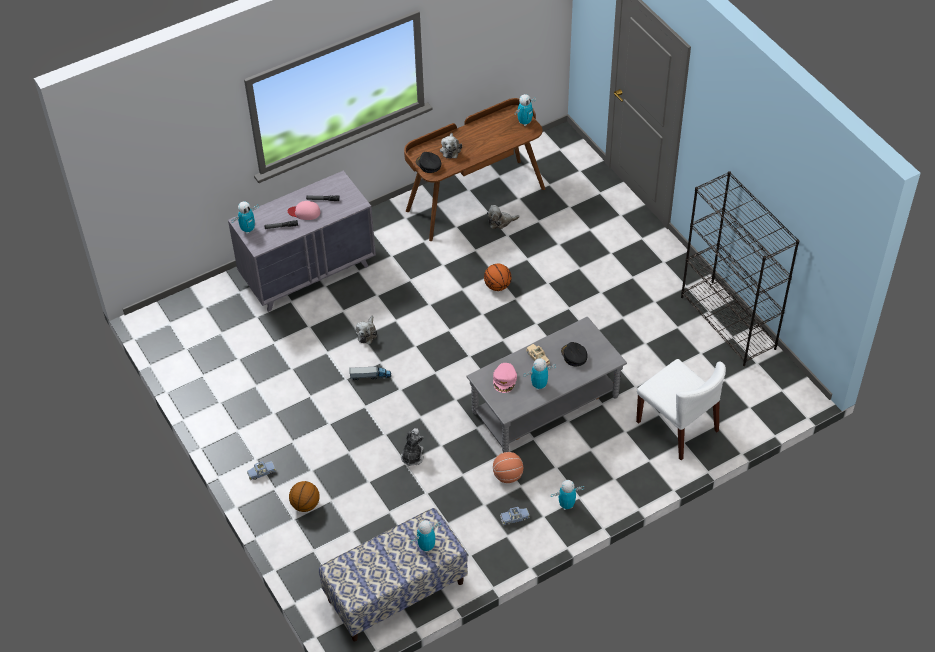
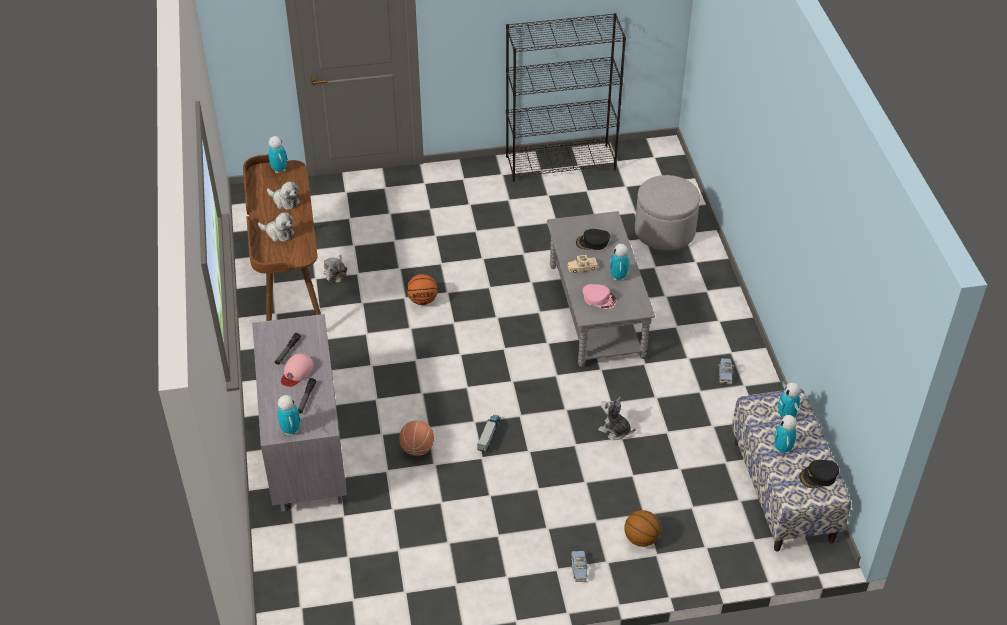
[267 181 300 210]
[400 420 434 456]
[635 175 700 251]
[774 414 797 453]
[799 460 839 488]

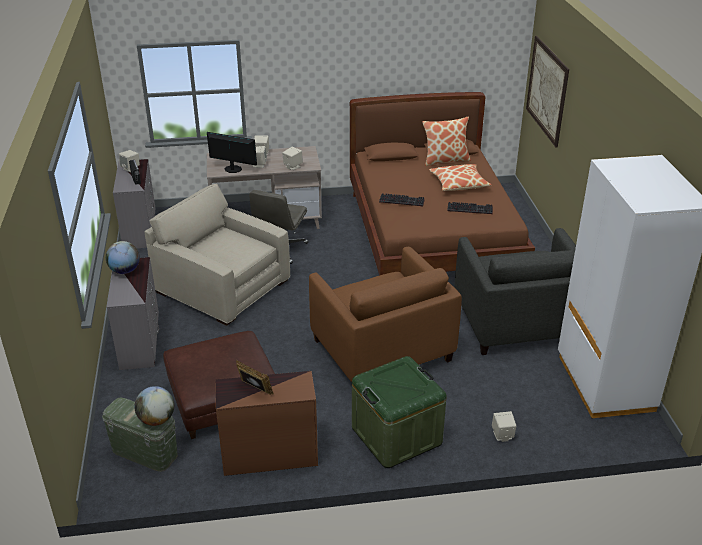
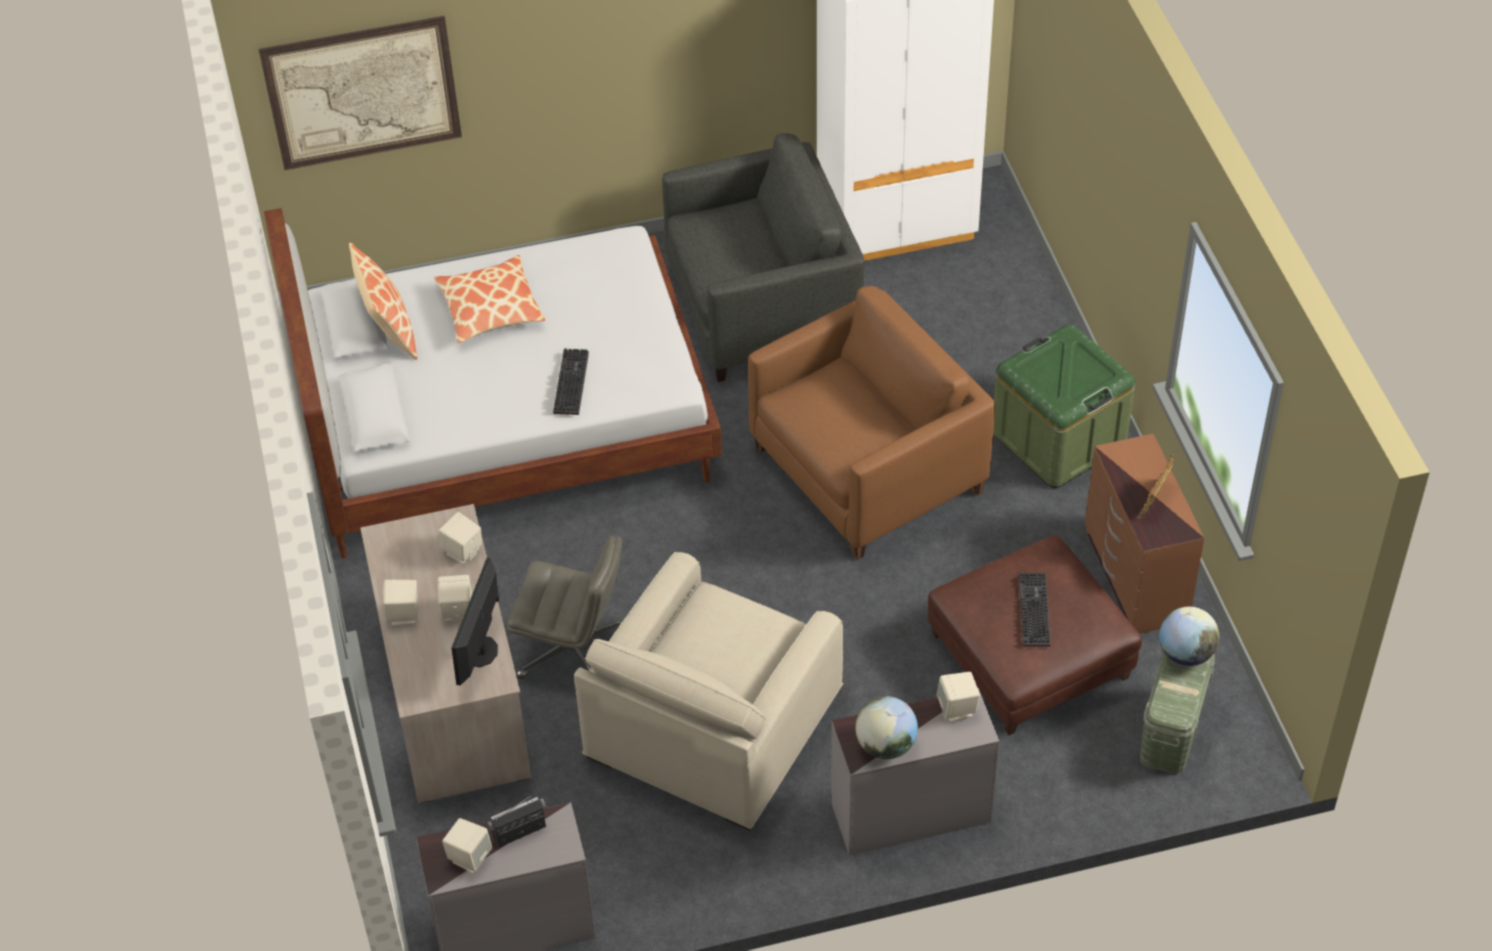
[264 208 722 559]
[937 672 980 722]
[1019 572 1051 647]

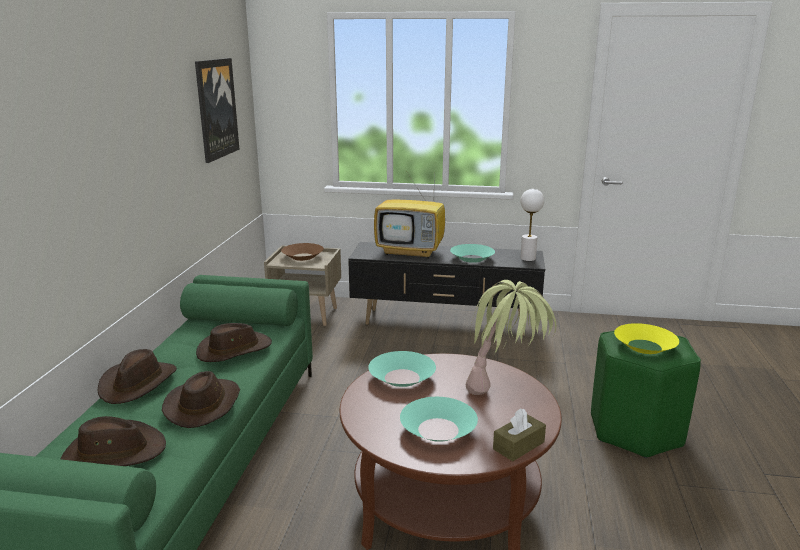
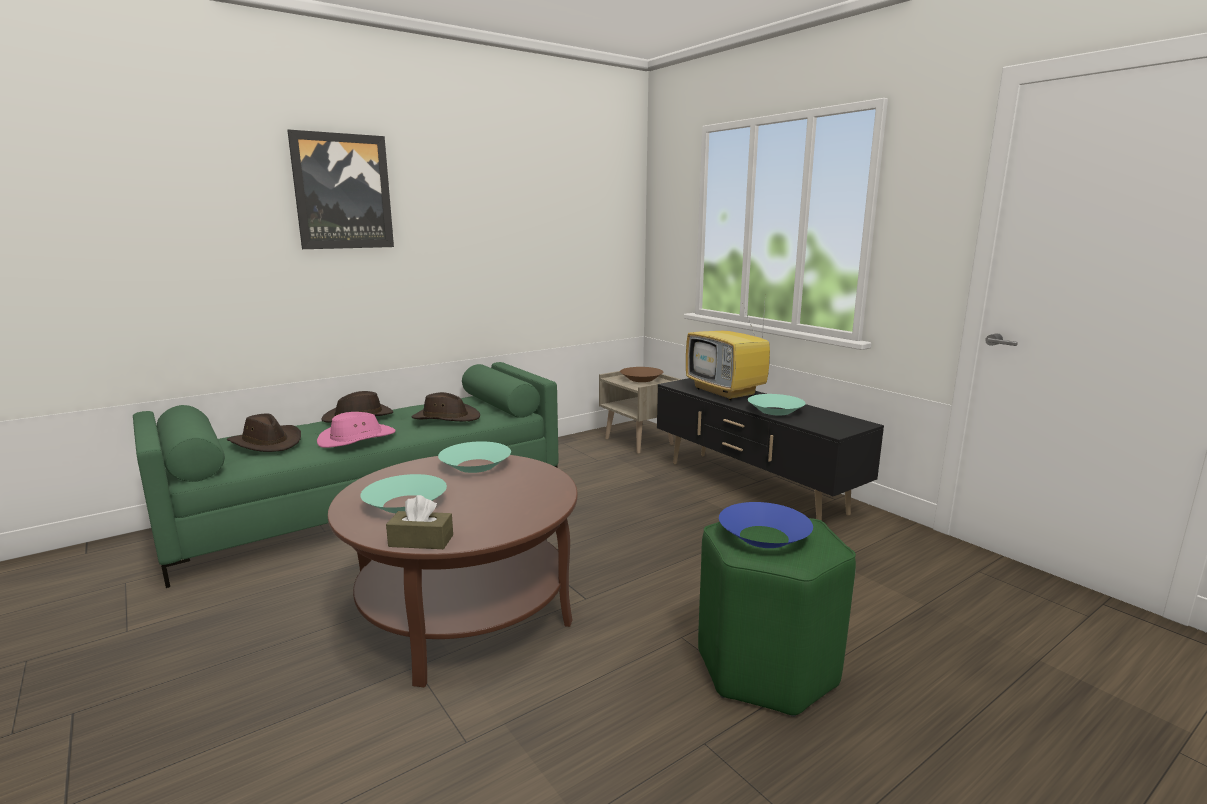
[287 129 394 249]
[317 412 395 448]
[719 502 813 548]
[465 280 556 395] (first image)
[520 189 544 261] (first image)

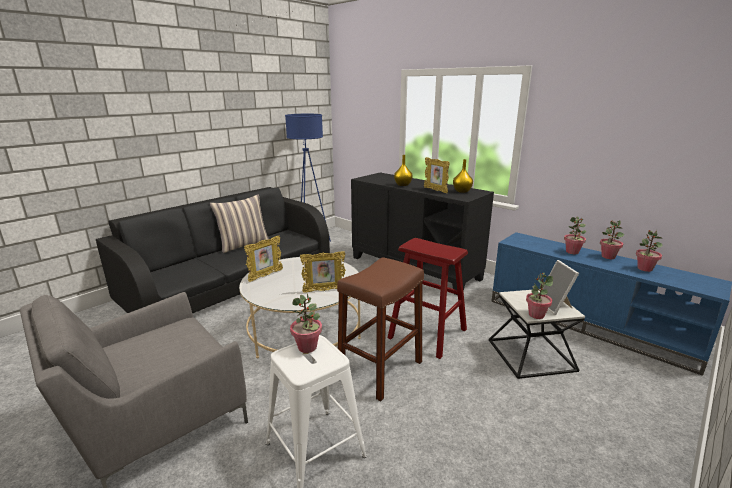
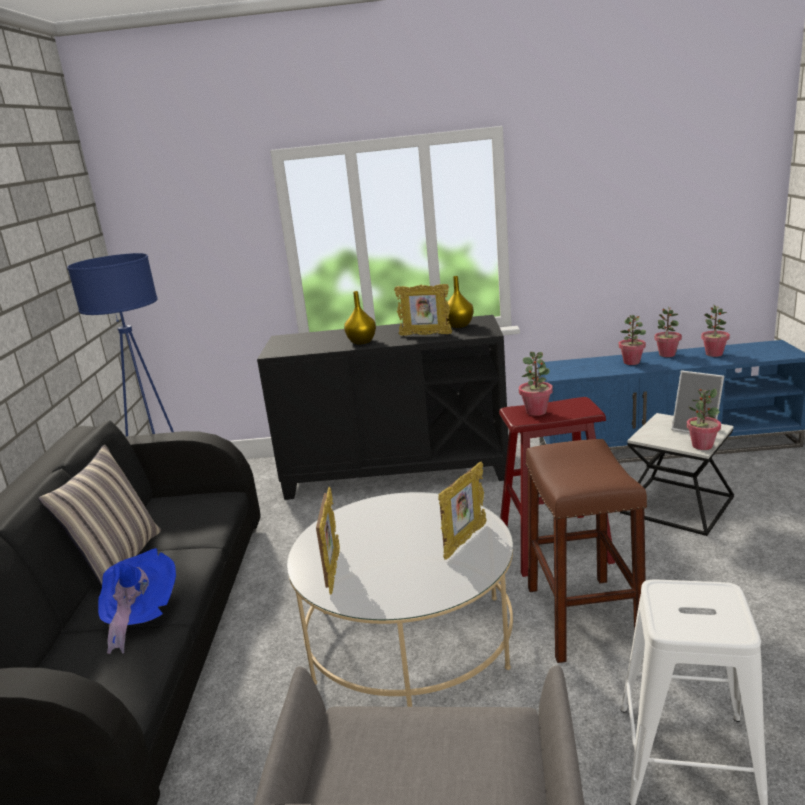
[98 548 176 654]
[519 352 553 416]

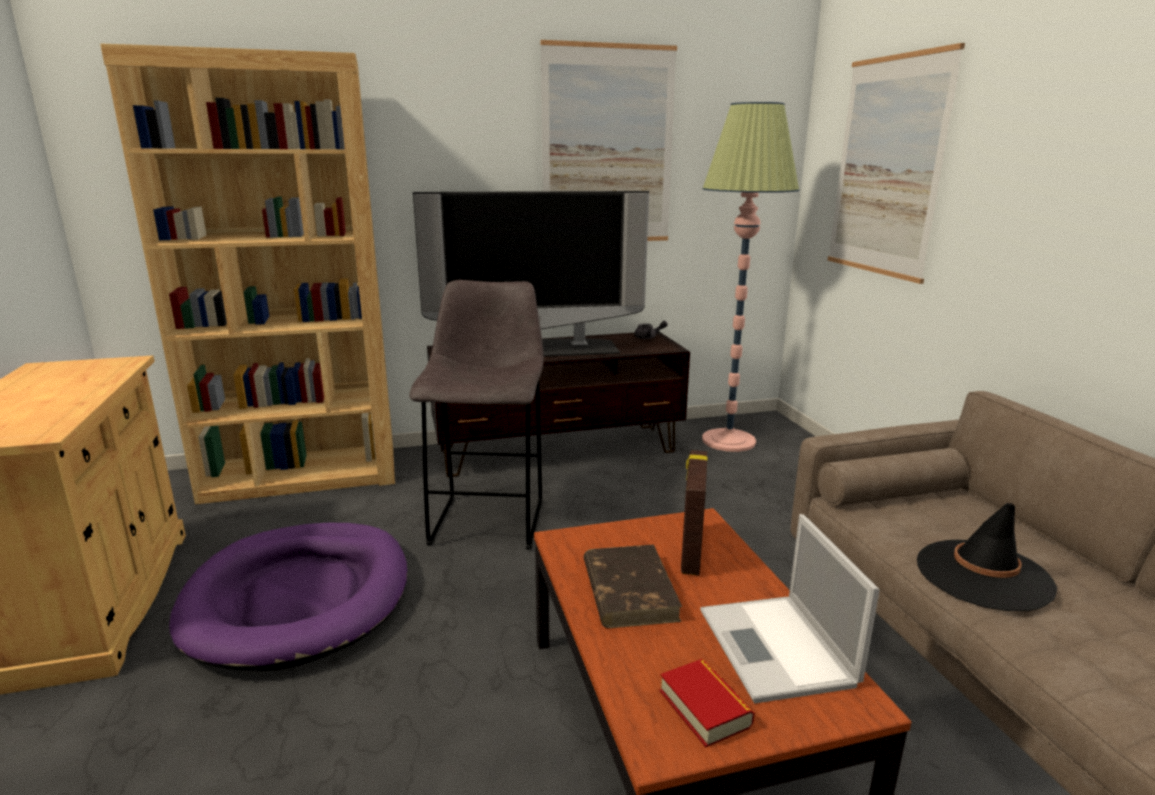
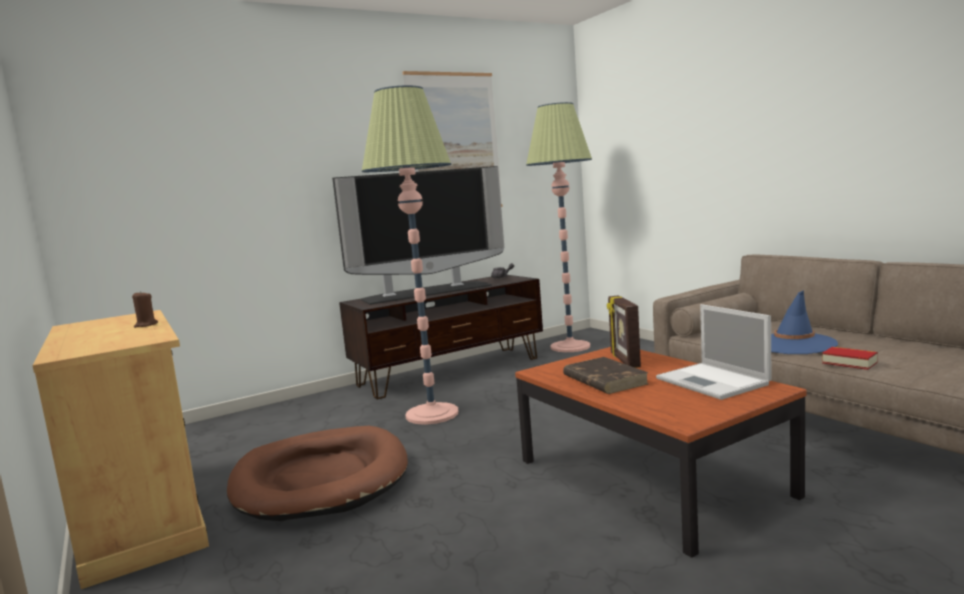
[132 291 158 328]
[227 426 408 521]
[362 85 458 425]
[771 290 838 354]
[822 347 878 370]
[100 43 395 504] (first image)
[828 43 965 284] (first image)

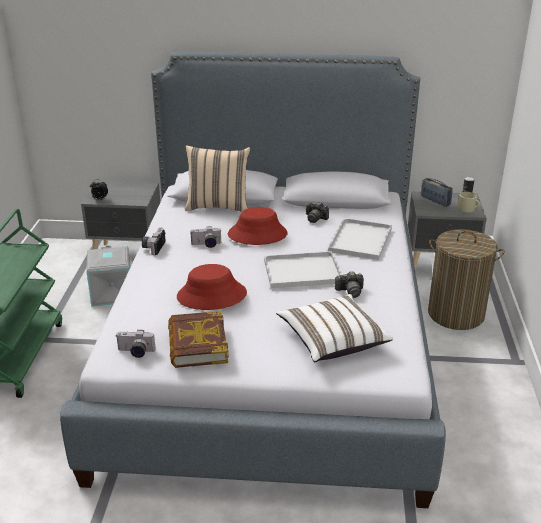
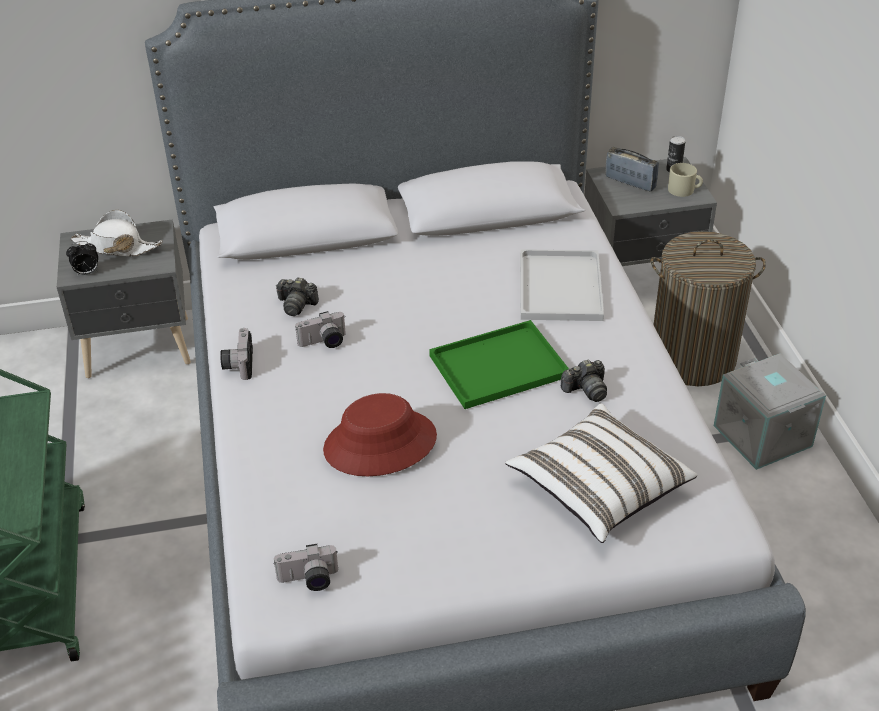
[71 210 163 256]
[276 277 319 316]
[429 320 569 409]
[714 354 826 470]
[168 311 229 368] (first image)
[185 146 250 212] (first image)
[228 207 288 245] (first image)

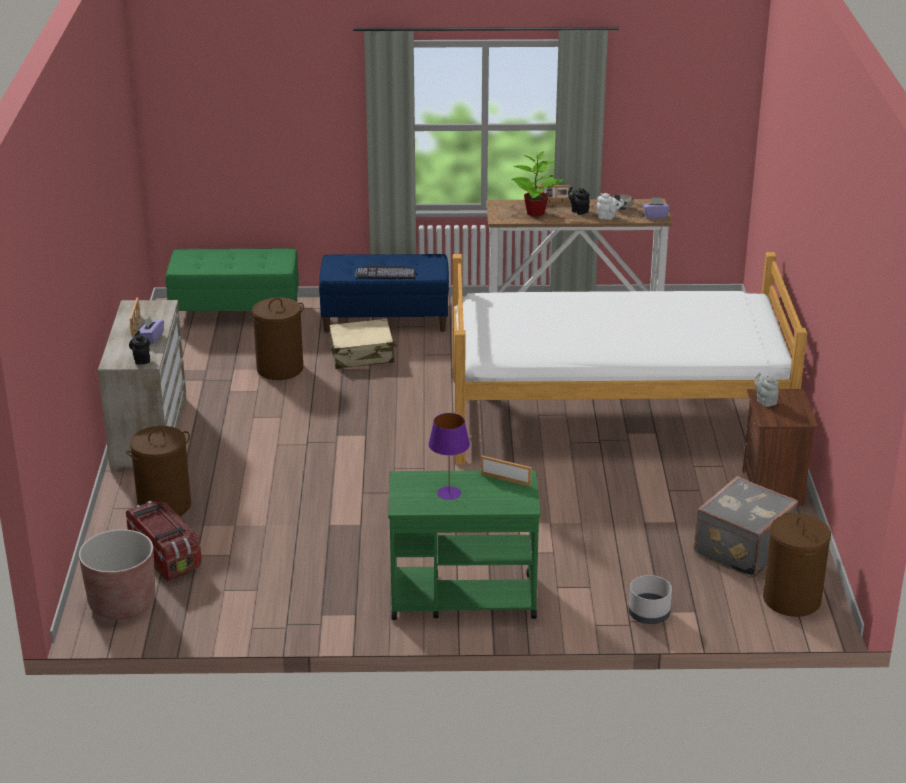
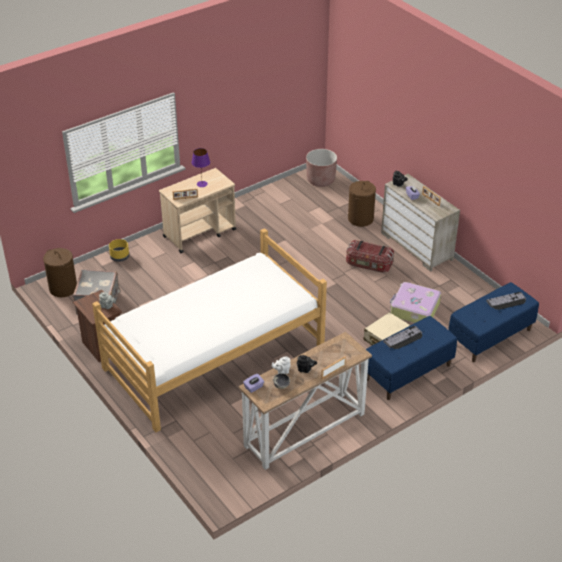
[109 239 129 262]
[159 168 236 253]
[346 240 394 273]
[390 282 441 323]
[448 282 539 362]
[486 292 526 310]
[512 151 565 217] (first image)

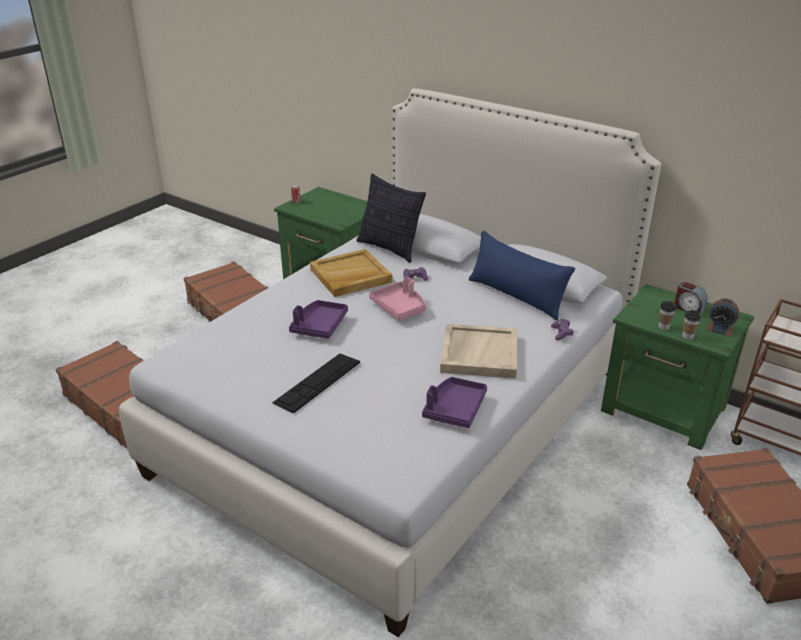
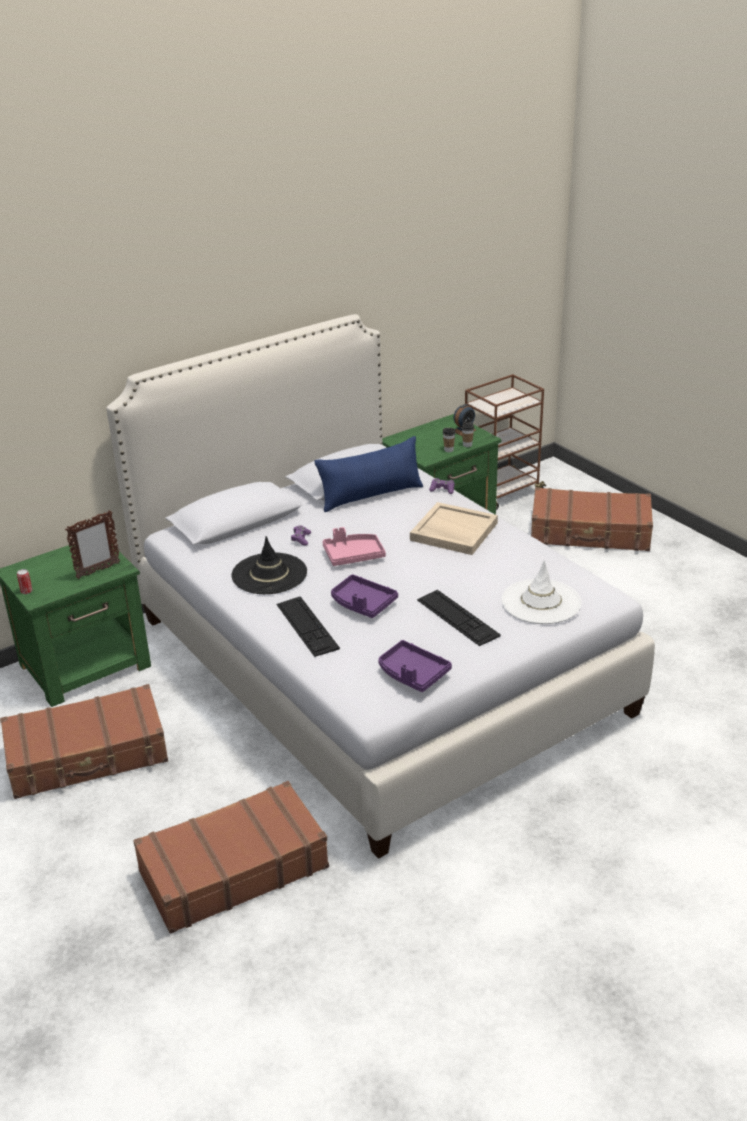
[65 510 121 579]
[232 536 307 594]
[277 596 340 657]
[378 640 452 692]
[501 560 582 624]
[357 173 426 263] (first image)
[674 282 707 314] (first image)

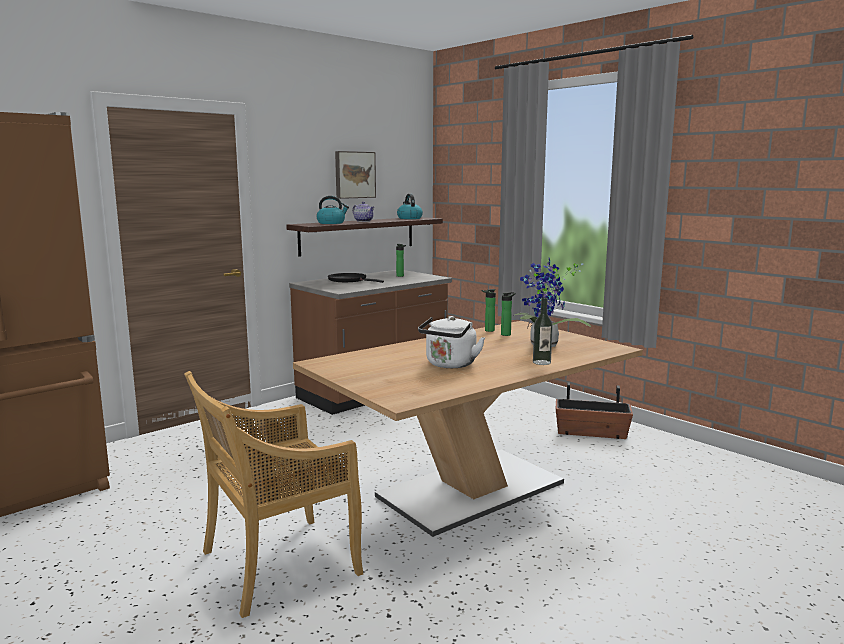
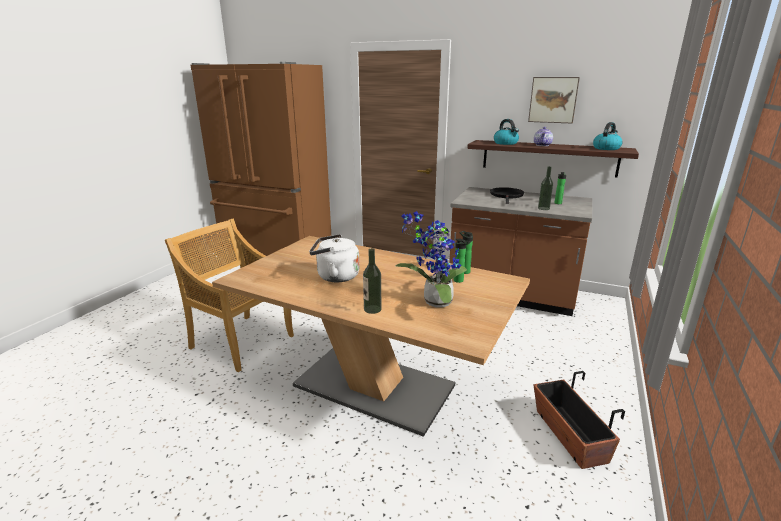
[538 166 553 210]

